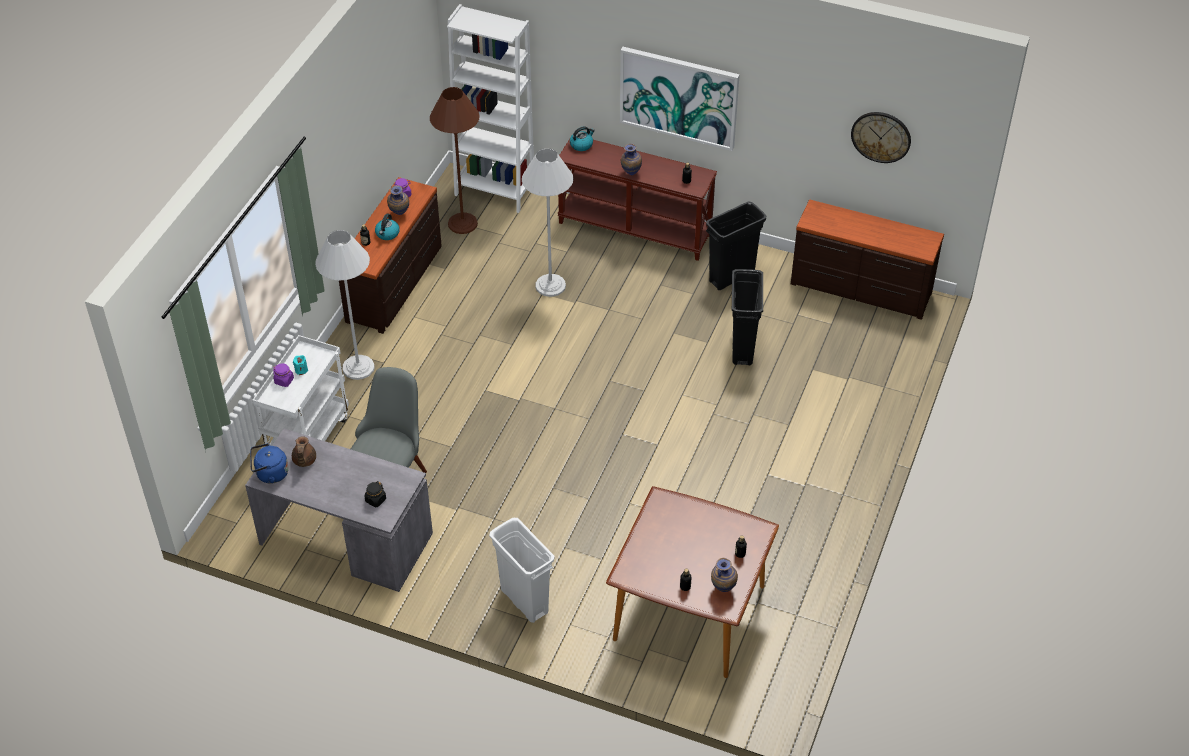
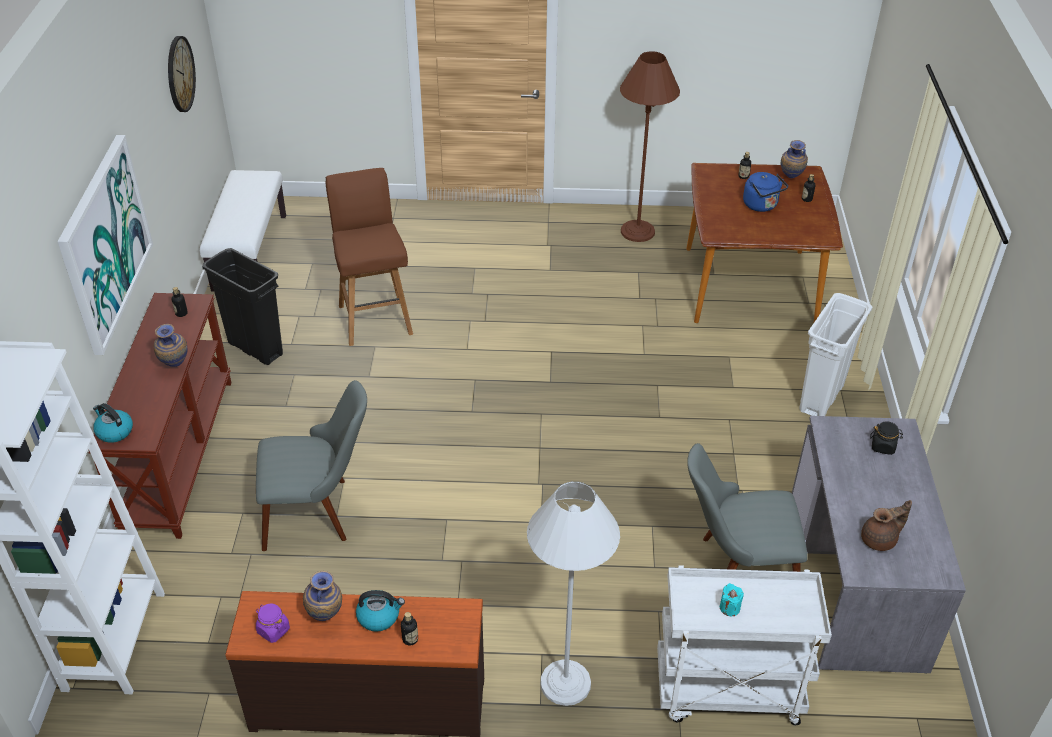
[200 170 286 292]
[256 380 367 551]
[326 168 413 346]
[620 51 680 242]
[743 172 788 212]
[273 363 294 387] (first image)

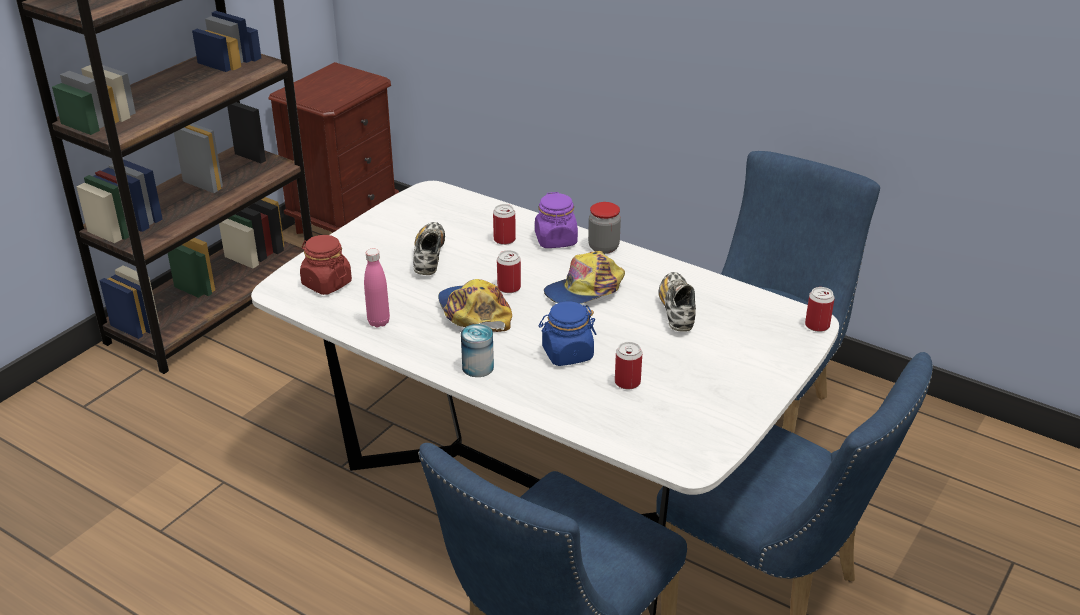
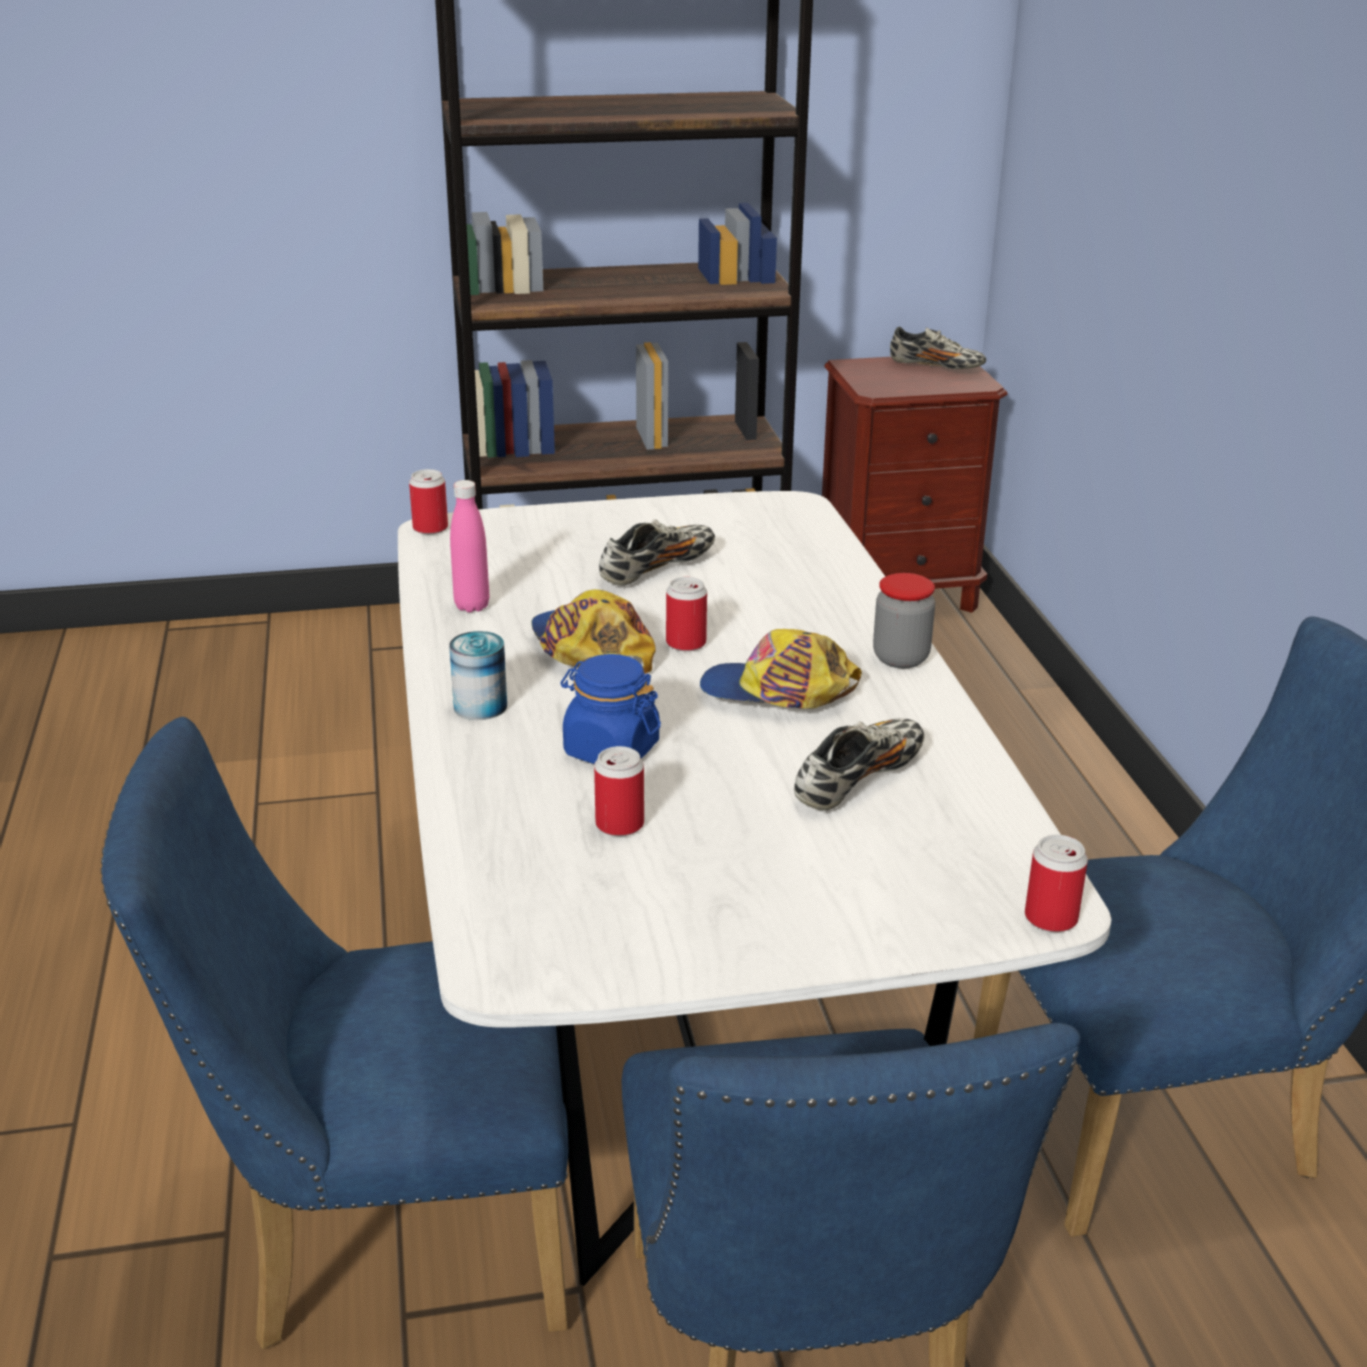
[409 469 448 534]
[531 589 656 674]
[890 327 986 369]
[300 235 352 295] (first image)
[535 192 578 248] (first image)

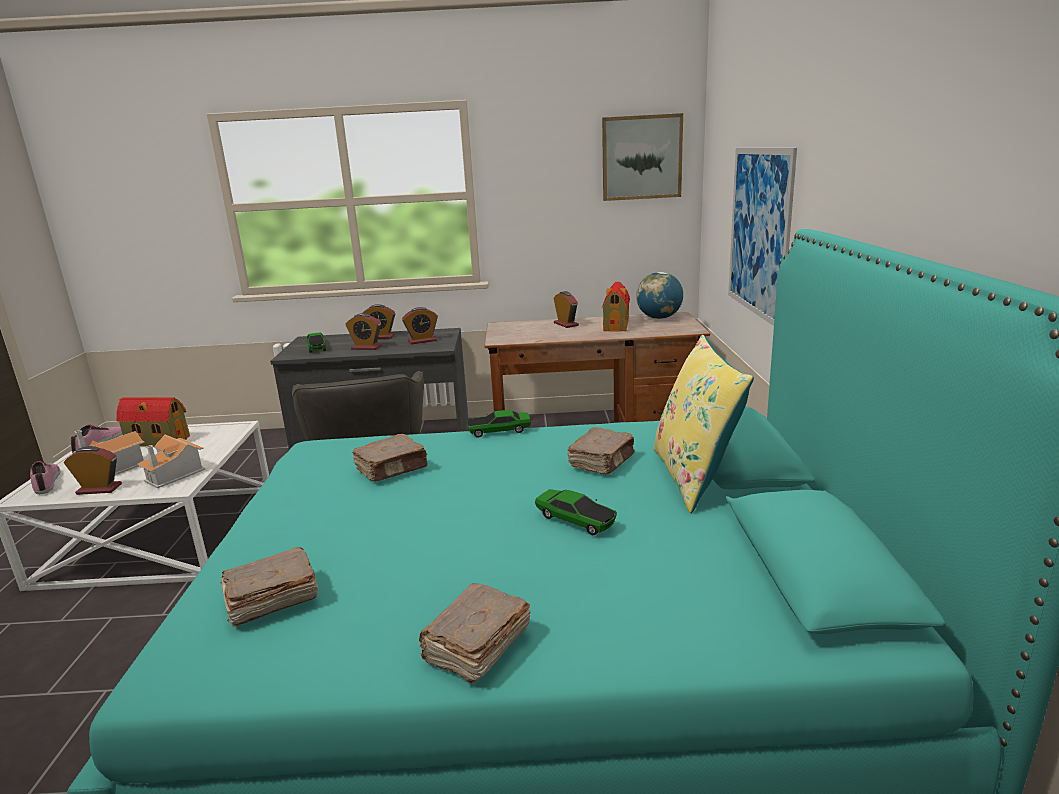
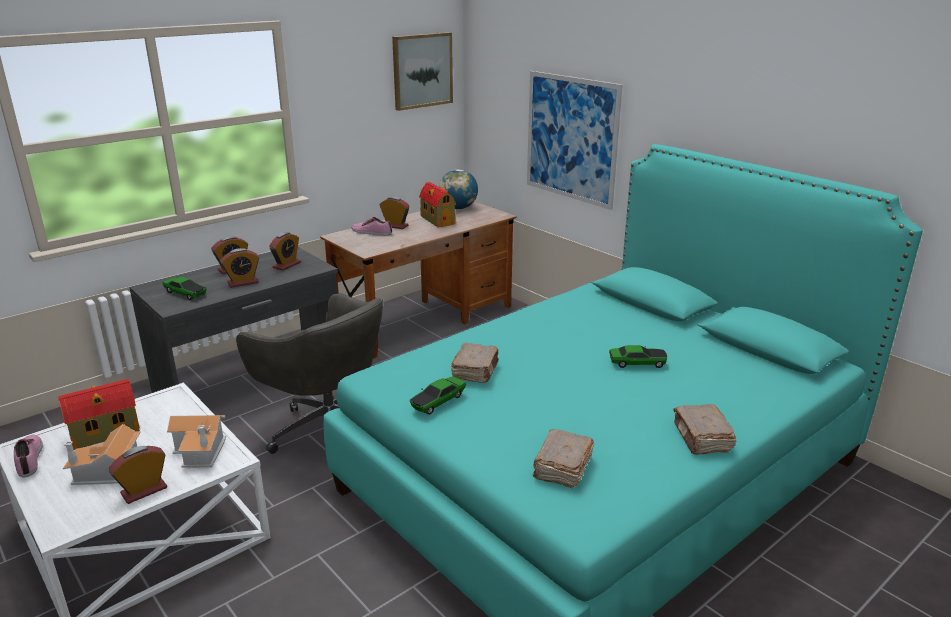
[352 217 392 236]
[410 376 466 415]
[567 427 635 474] (first image)
[654 335 754 513] (first image)

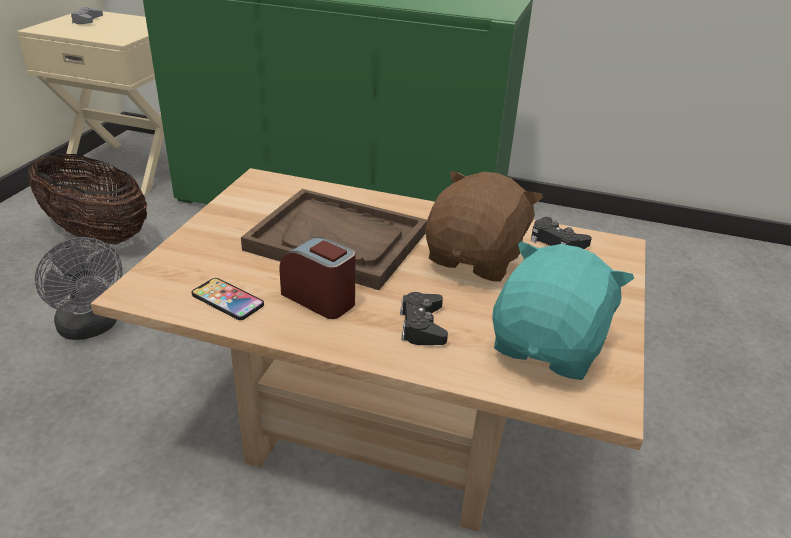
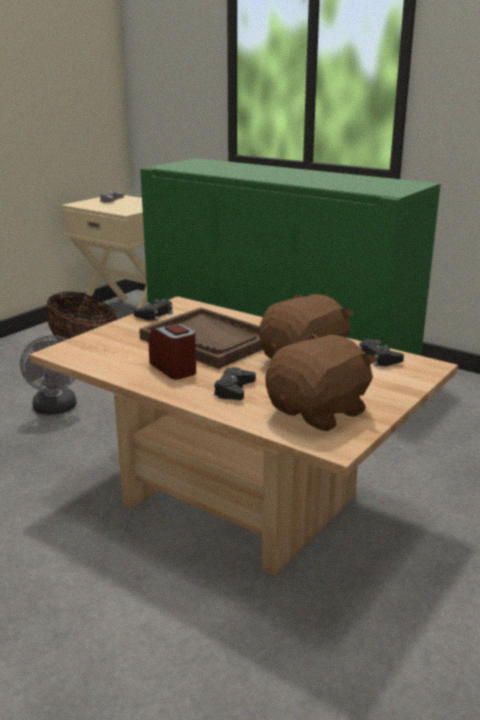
[133 299 173 321]
[265 333 377 431]
[192 278 264 320] (first image)

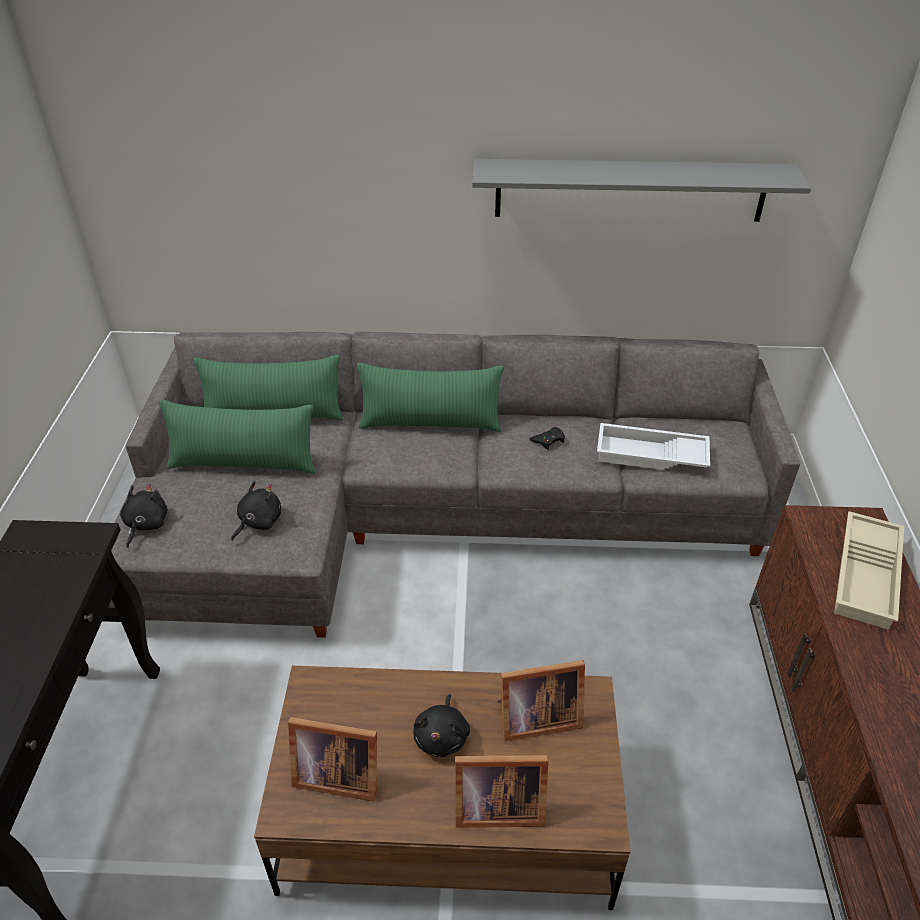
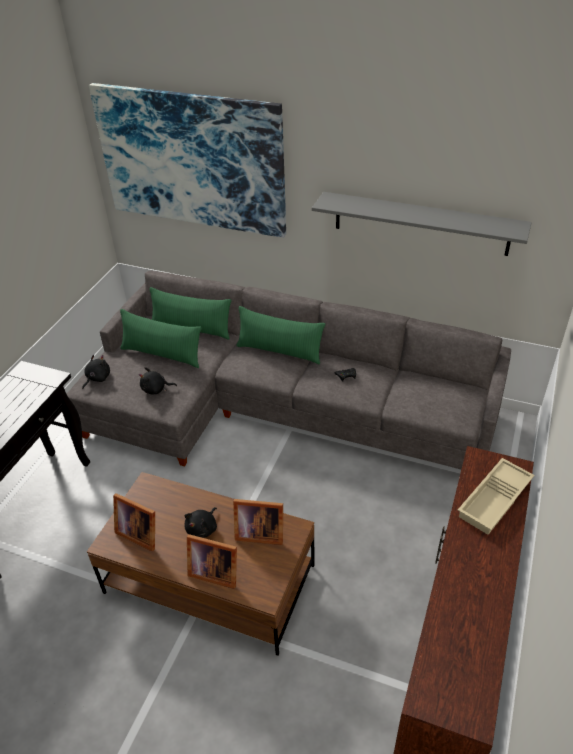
[89 83 286 238]
[139 367 177 394]
[597 423 710 470] (first image)

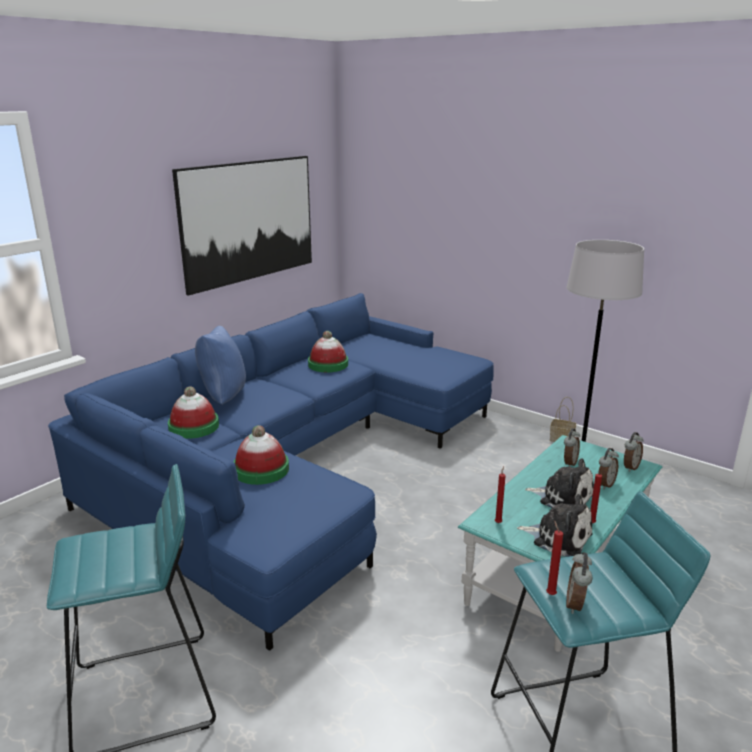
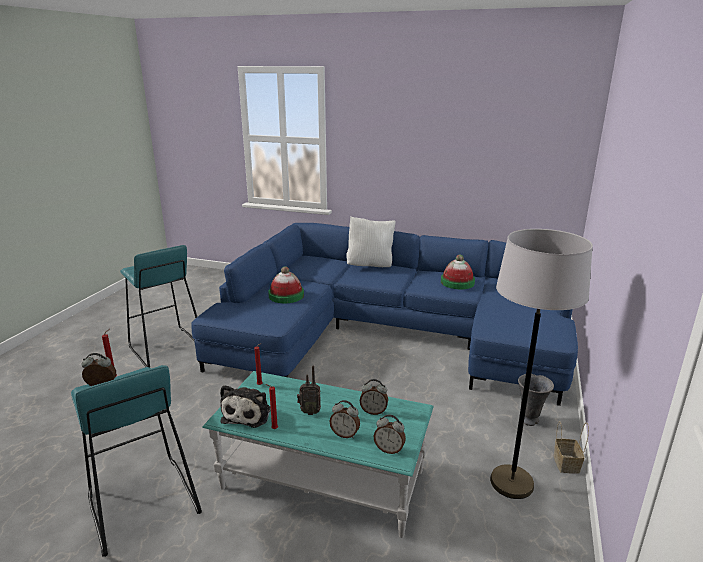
[297 365 321 415]
[346 217 395 267]
[518 374 554 426]
[168 386 219 439] (first image)
[172 156 312 296] (first image)

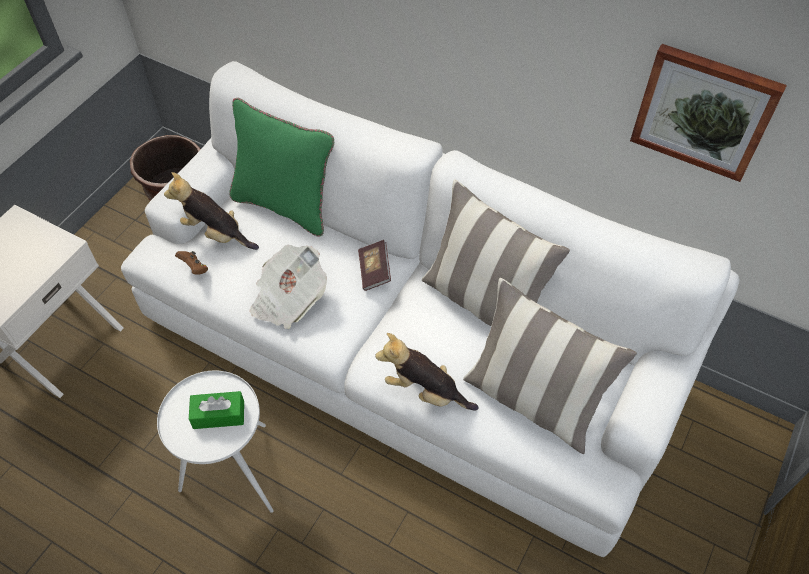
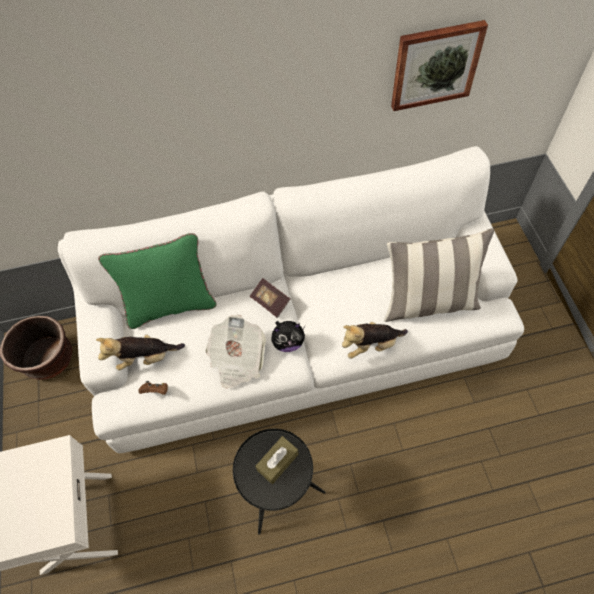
[233 429 326 535]
[255 436 299 484]
[271 321 305 352]
[422 180 570 326] (first image)

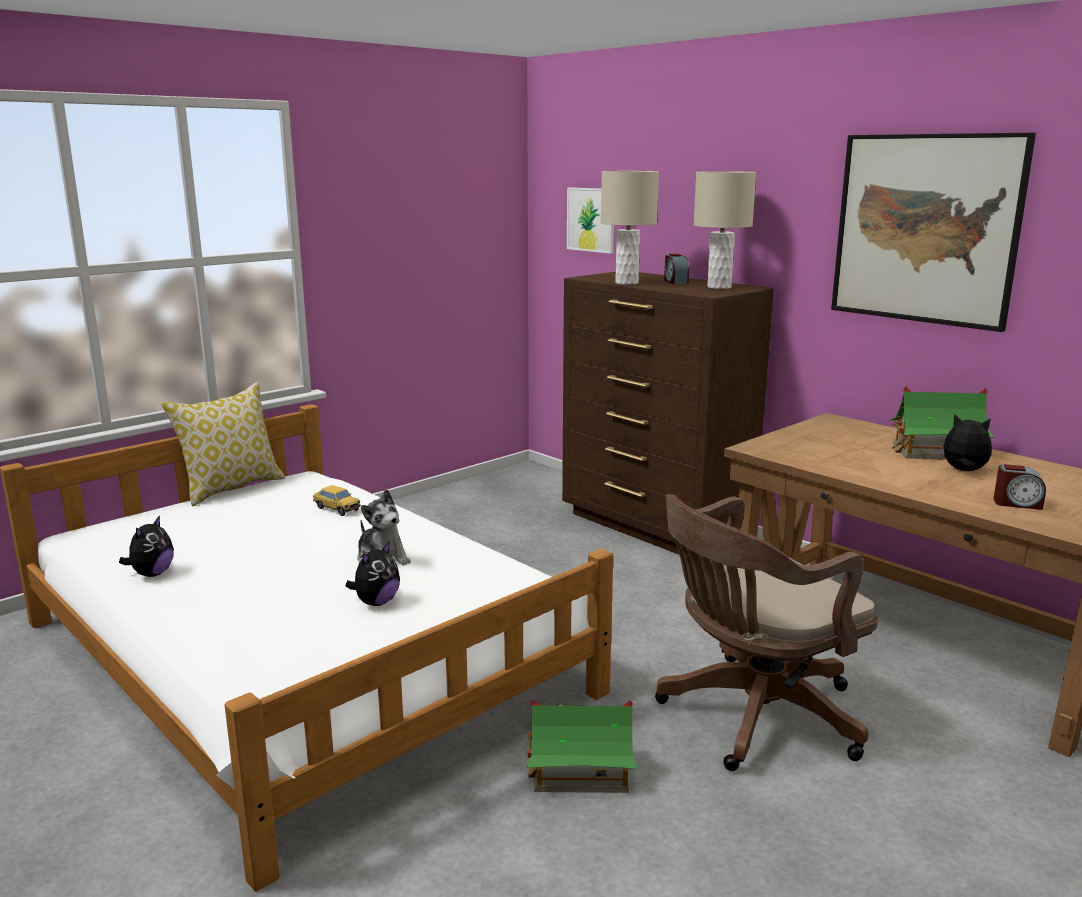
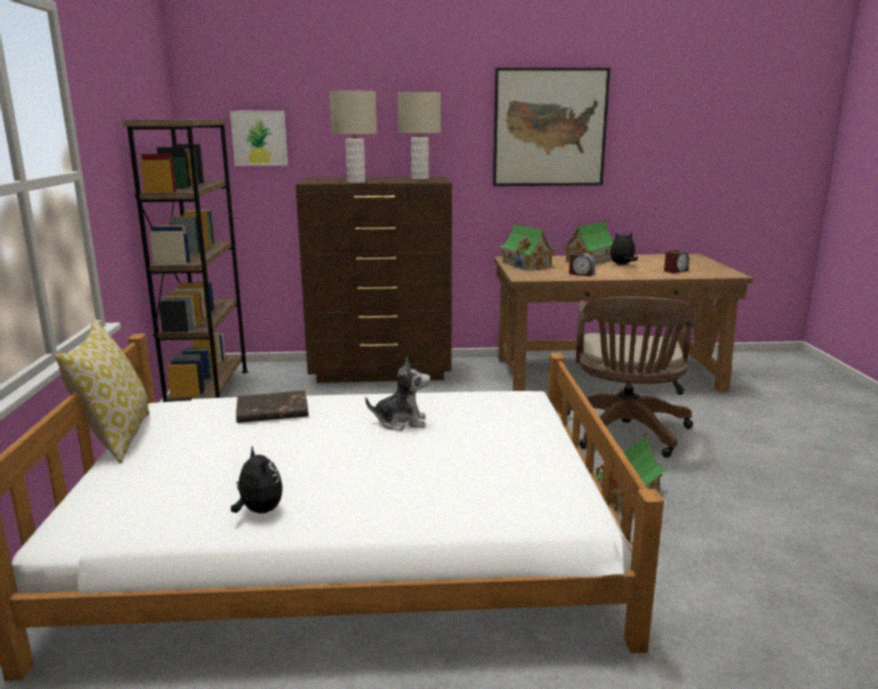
[122 119 248 402]
[236 390 309 423]
[499 221 557 270]
[569 252 595 277]
[345 542 400 606] (first image)

